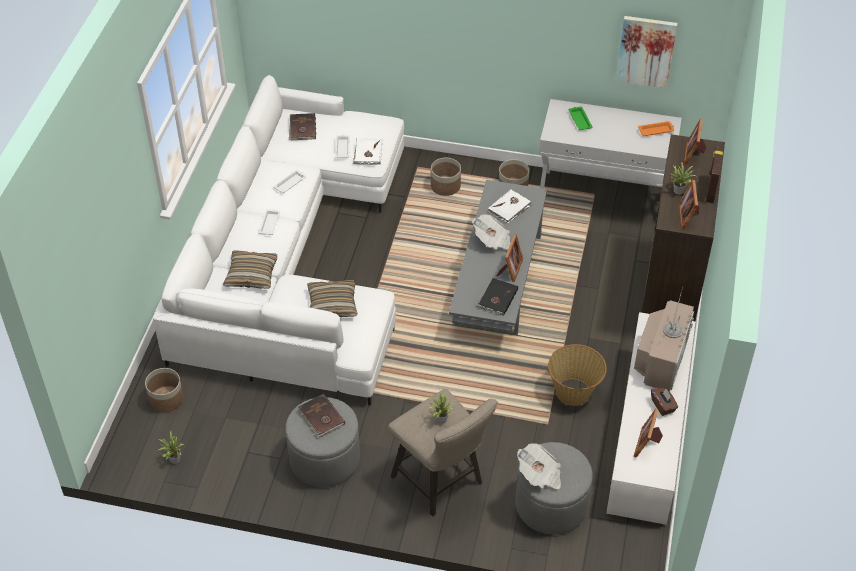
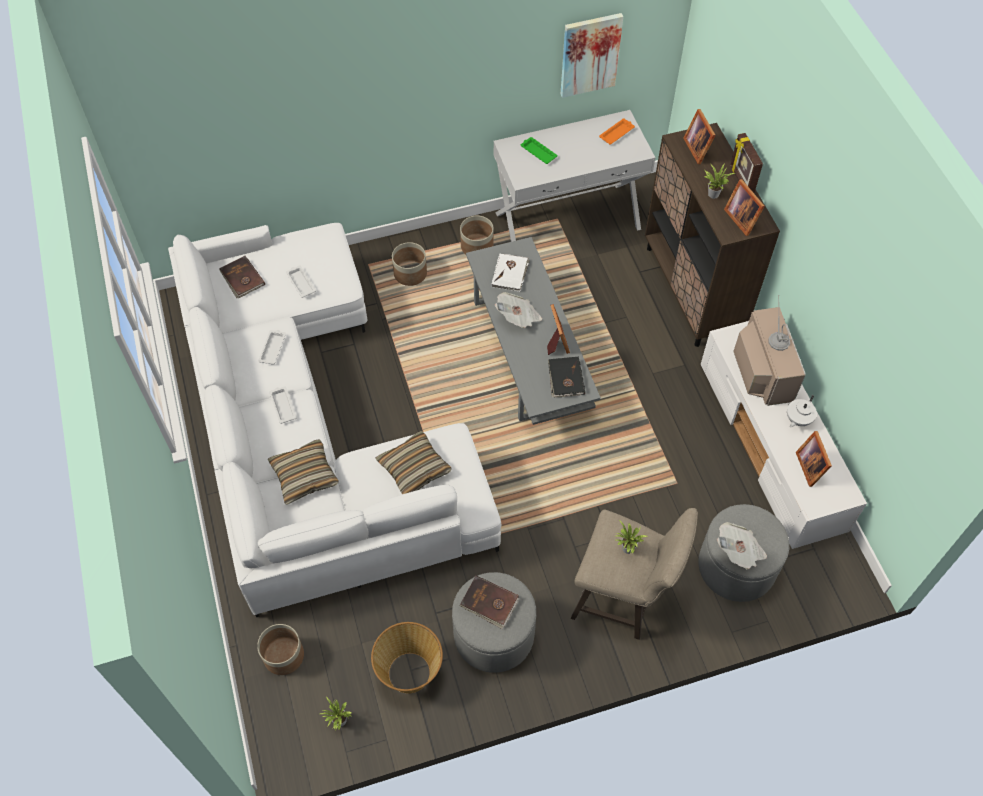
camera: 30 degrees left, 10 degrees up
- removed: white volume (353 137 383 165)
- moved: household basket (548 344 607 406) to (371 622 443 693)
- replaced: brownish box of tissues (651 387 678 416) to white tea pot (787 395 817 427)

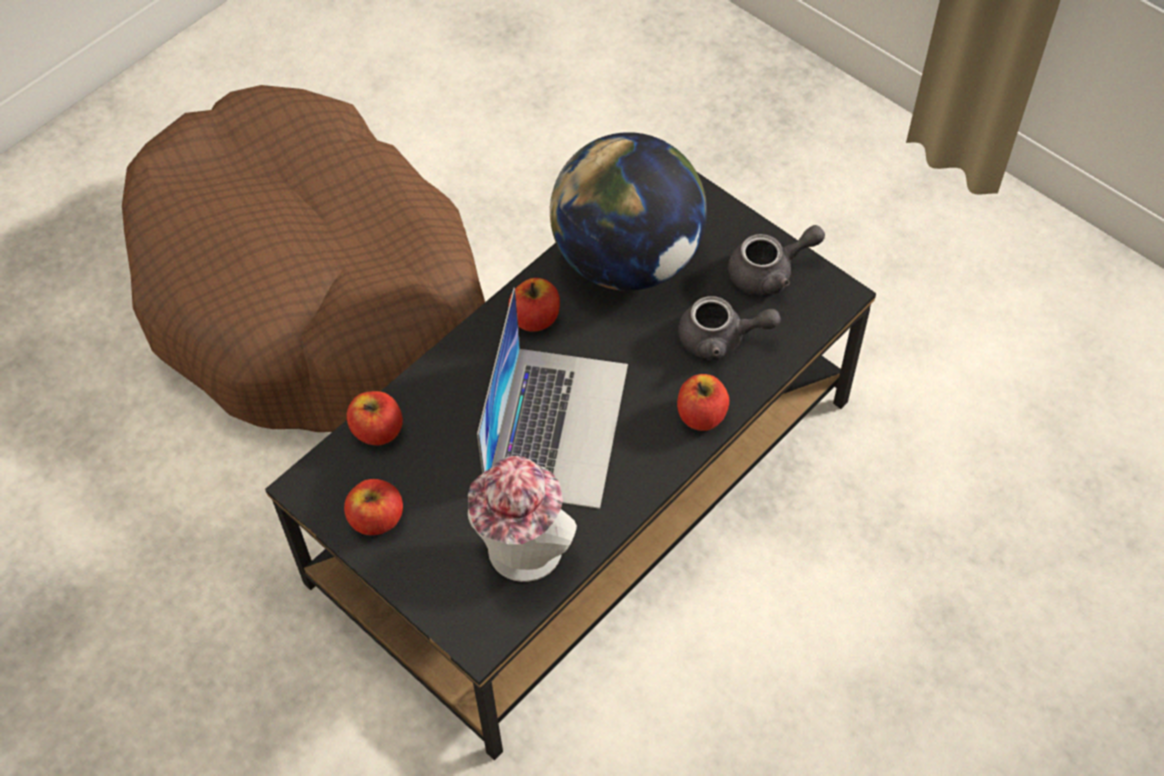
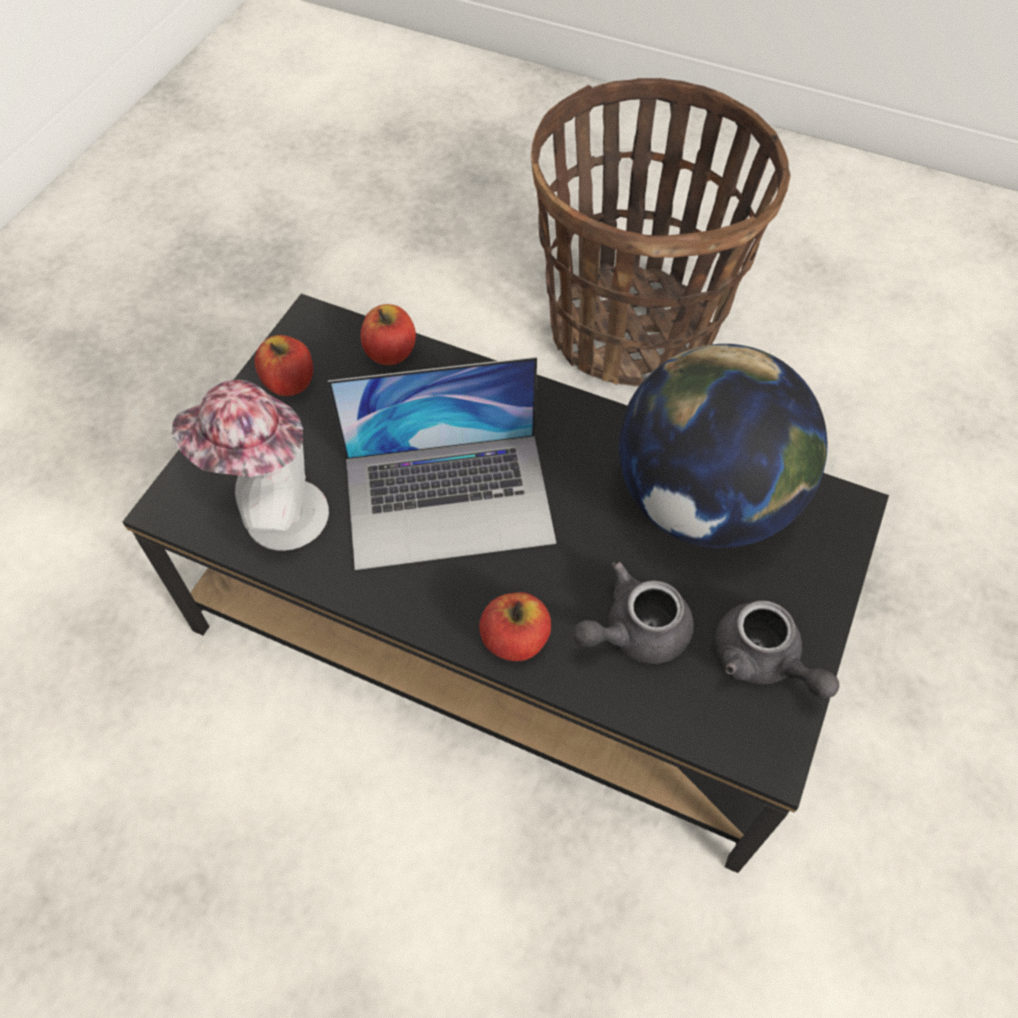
camera: 70 degrees right, 0 degrees up
- removed: apple (508 278 560 331)
- replaced: brownish dog bed (122 85 485 432) to household basket (531 78 791 386)
- turned: gray tea pot (678 296 781 361) = (573 561 694 664) 75 degrees clockwise

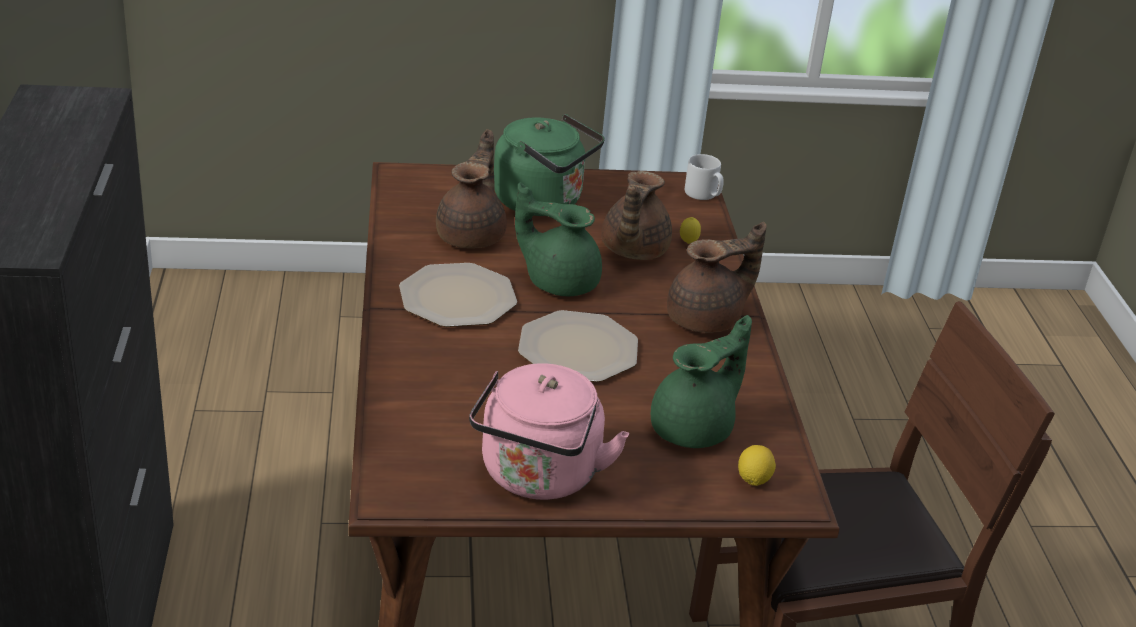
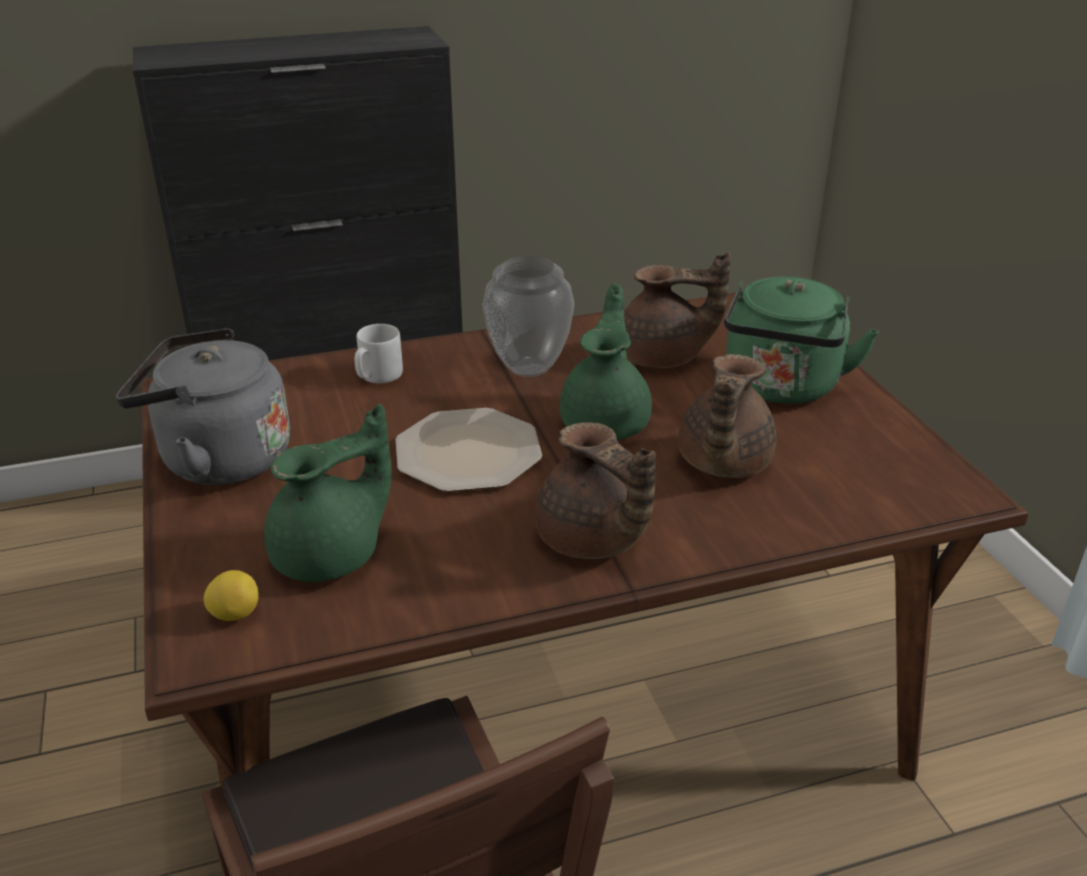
camera: 80 degrees right, 0 degrees up
- removed: whole lemon (680 217 701 244)
- moved: gray coffee mug (685 154 724 200) to (355 324 403 383)
- replaced: dinner plate (399 263 517 327) to vase (482 256 574 377)
- recoloured: pink-coloured water kettle (469 363 629 500) to gray water kettle (116 328 290 485)
- turned: brownish tea pot (601 171 672 260) = (678 354 777 478) 75 degrees counterclockwise
- turned: greenish tea pot (651 315 752 448) = (264 404 392 582) 75 degrees counterclockwise

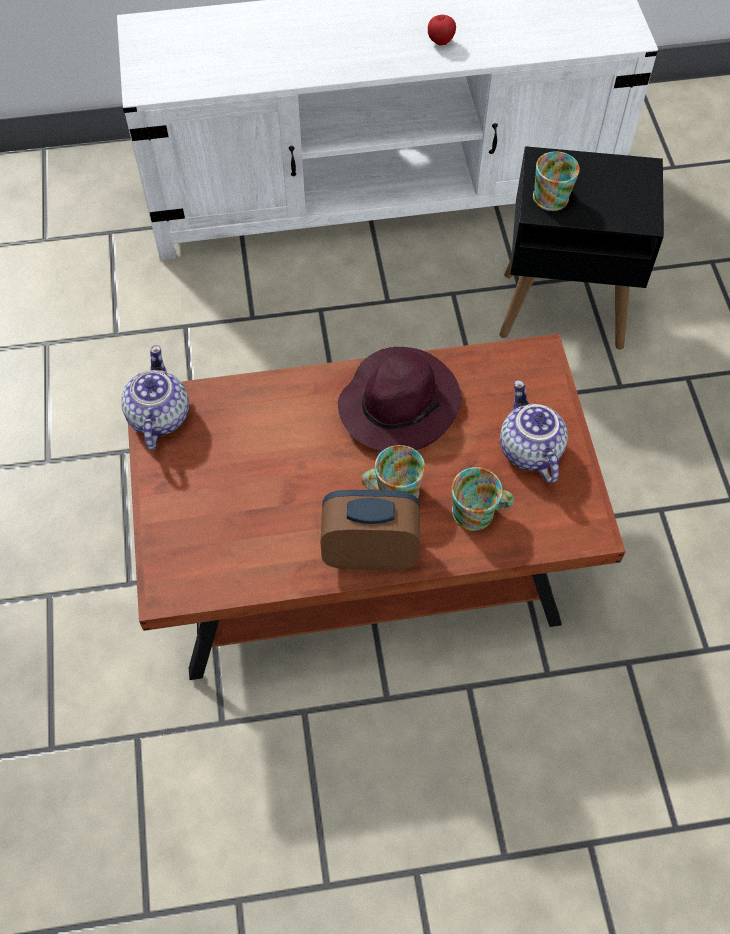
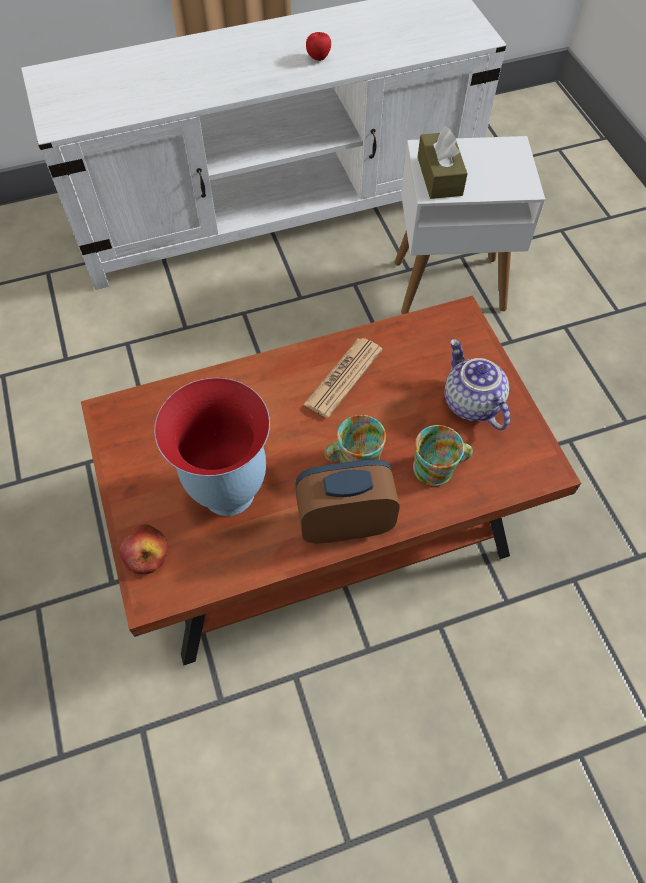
camera: 10 degrees left, 0 degrees up
- removed: tea pot (121 345 189 450)
- added: apple (120 524 168 574)
- added: vase (154 378 270 516)
- replaced: purple wearable hat (338 347 462 452) to daily paper (303 338 382 418)
- replaced: coffee mug (533 151 580 211) to brownish box of tissues (418 126 468 199)
- recoloured: blackish side table (500 146 664 350) to white side table (394 136 545 314)

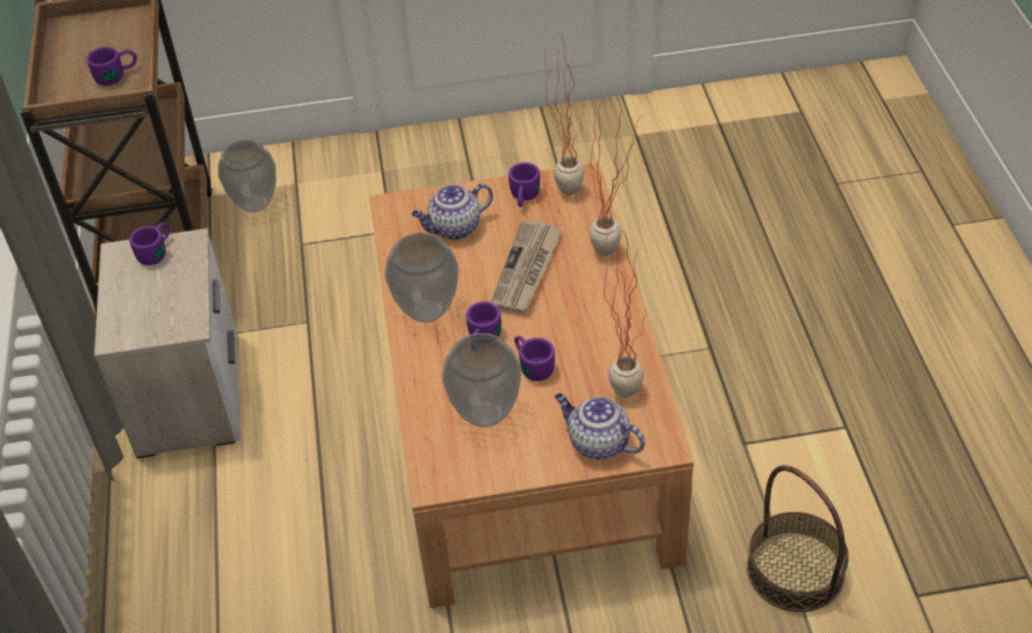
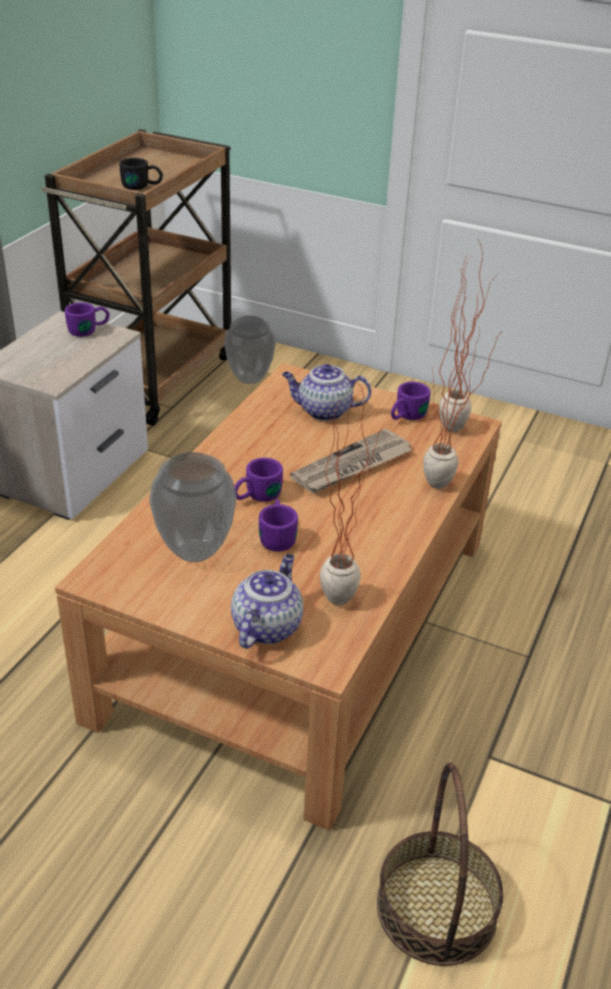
camera: 30 degrees right, 10 degrees down
- removed: vase (385 233 459 323)
- recoloured: purple coffee mug (86 47 137 86) to blackish coffee mug (119 158 163 190)
- turned: tea pot (555 393 645 460) = (231 554 303 649) 45 degrees clockwise

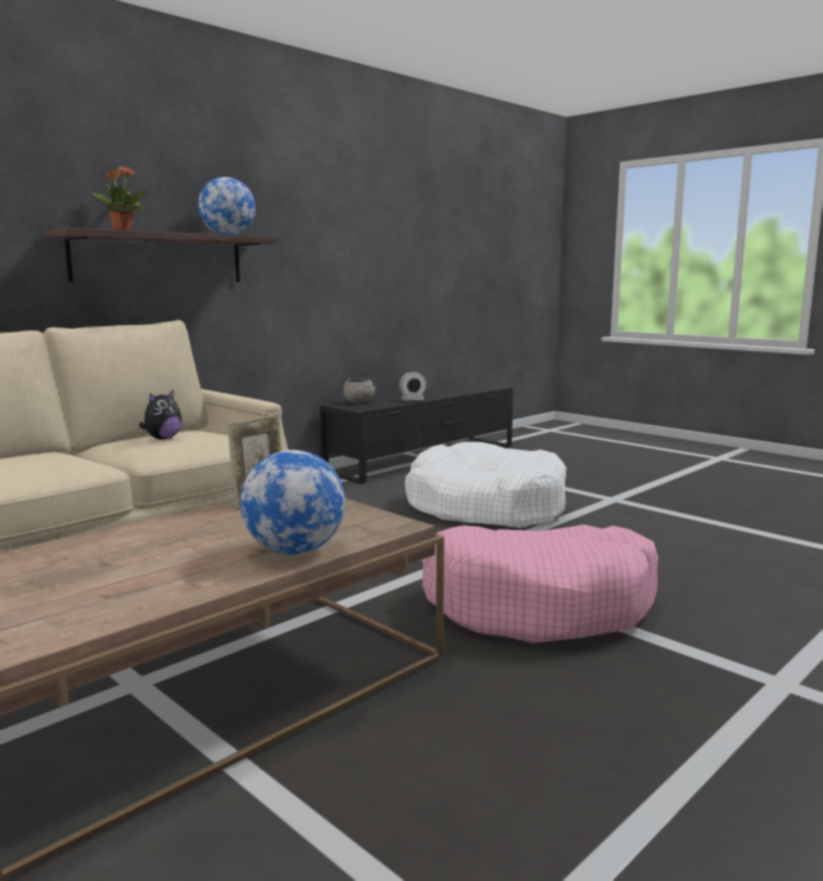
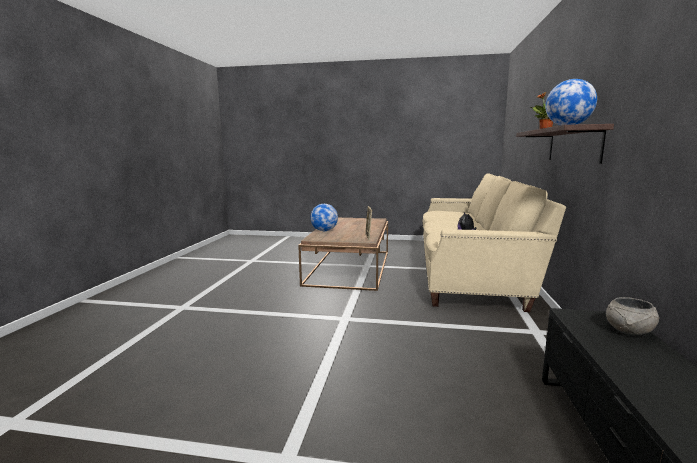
camera: 145 degrees right, 0 degrees up
- removed: bedside clock (399 371 426 401)
- removed: white dog bed (405 442 566 528)
- removed: pink-coloured dog bed (422 525 658 643)

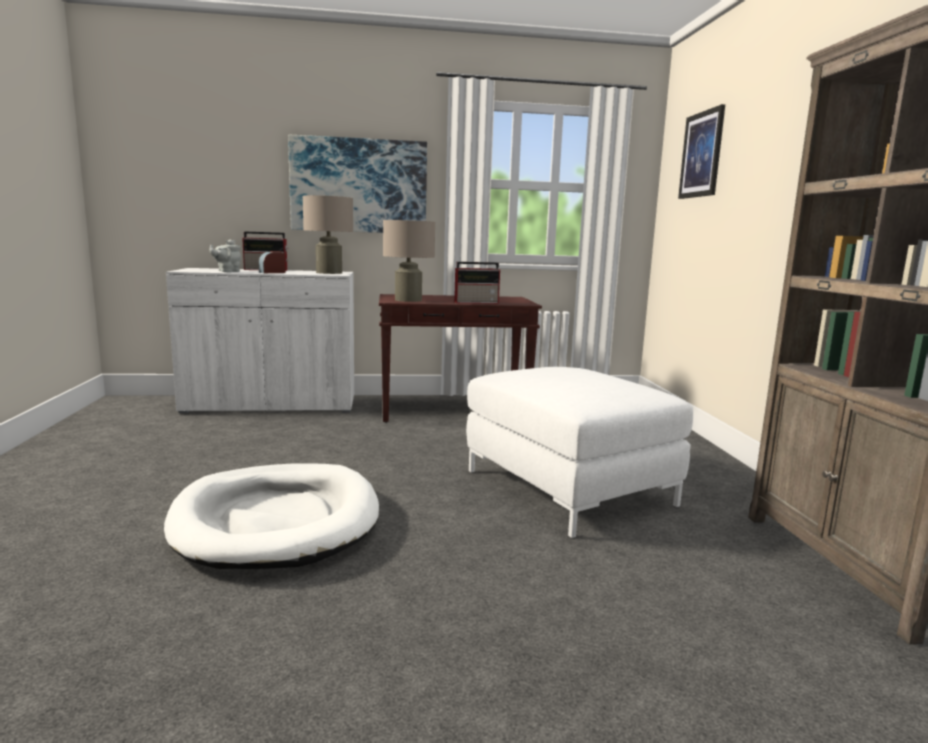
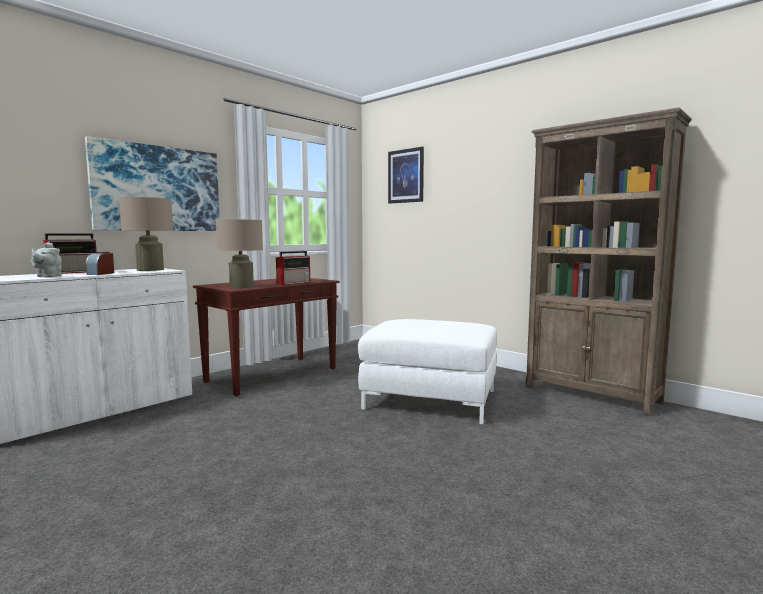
camera: 40 degrees left, 5 degrees down
- removed: white dog bed (164 463 379 569)

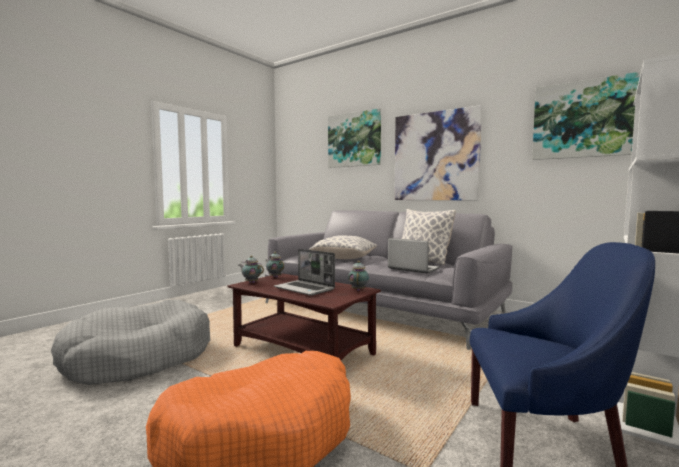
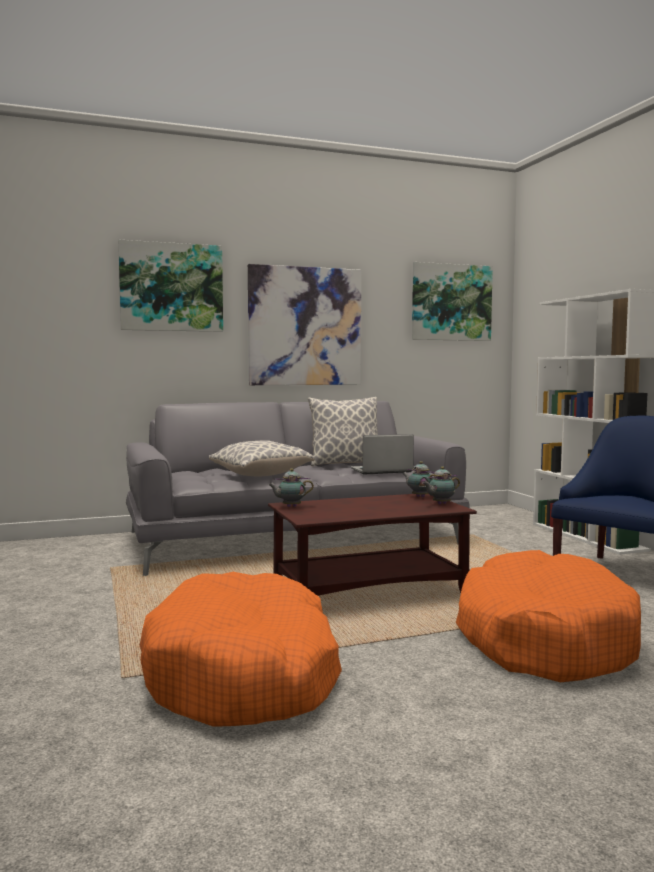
camera: 55 degrees left, 0 degrees up
- removed: notebook computer (274 249 335 296)
- moved: tea pot (239 256 264 283) to (422 466 460 504)
- recoloured: gray dog bed (51 300 210 385) to orange dog bed (140 572 342 727)

